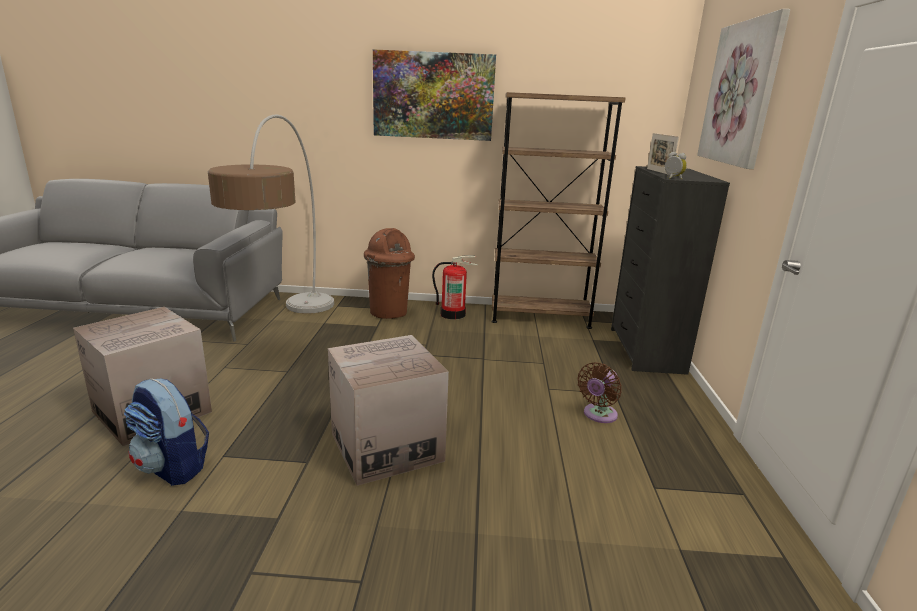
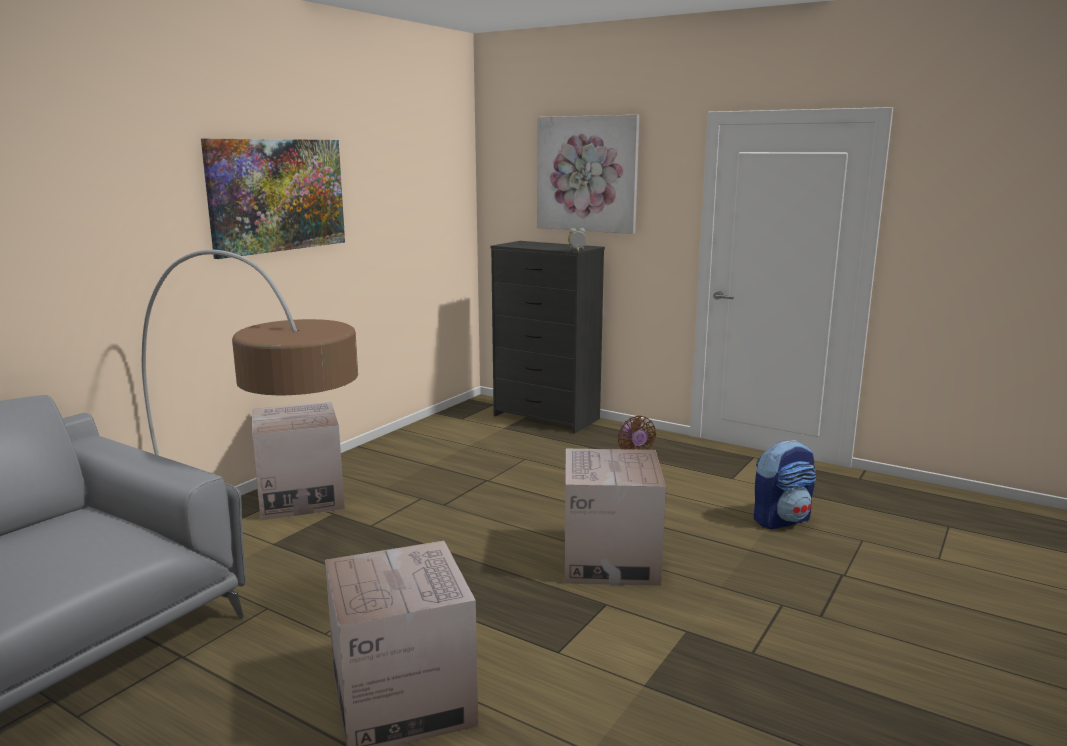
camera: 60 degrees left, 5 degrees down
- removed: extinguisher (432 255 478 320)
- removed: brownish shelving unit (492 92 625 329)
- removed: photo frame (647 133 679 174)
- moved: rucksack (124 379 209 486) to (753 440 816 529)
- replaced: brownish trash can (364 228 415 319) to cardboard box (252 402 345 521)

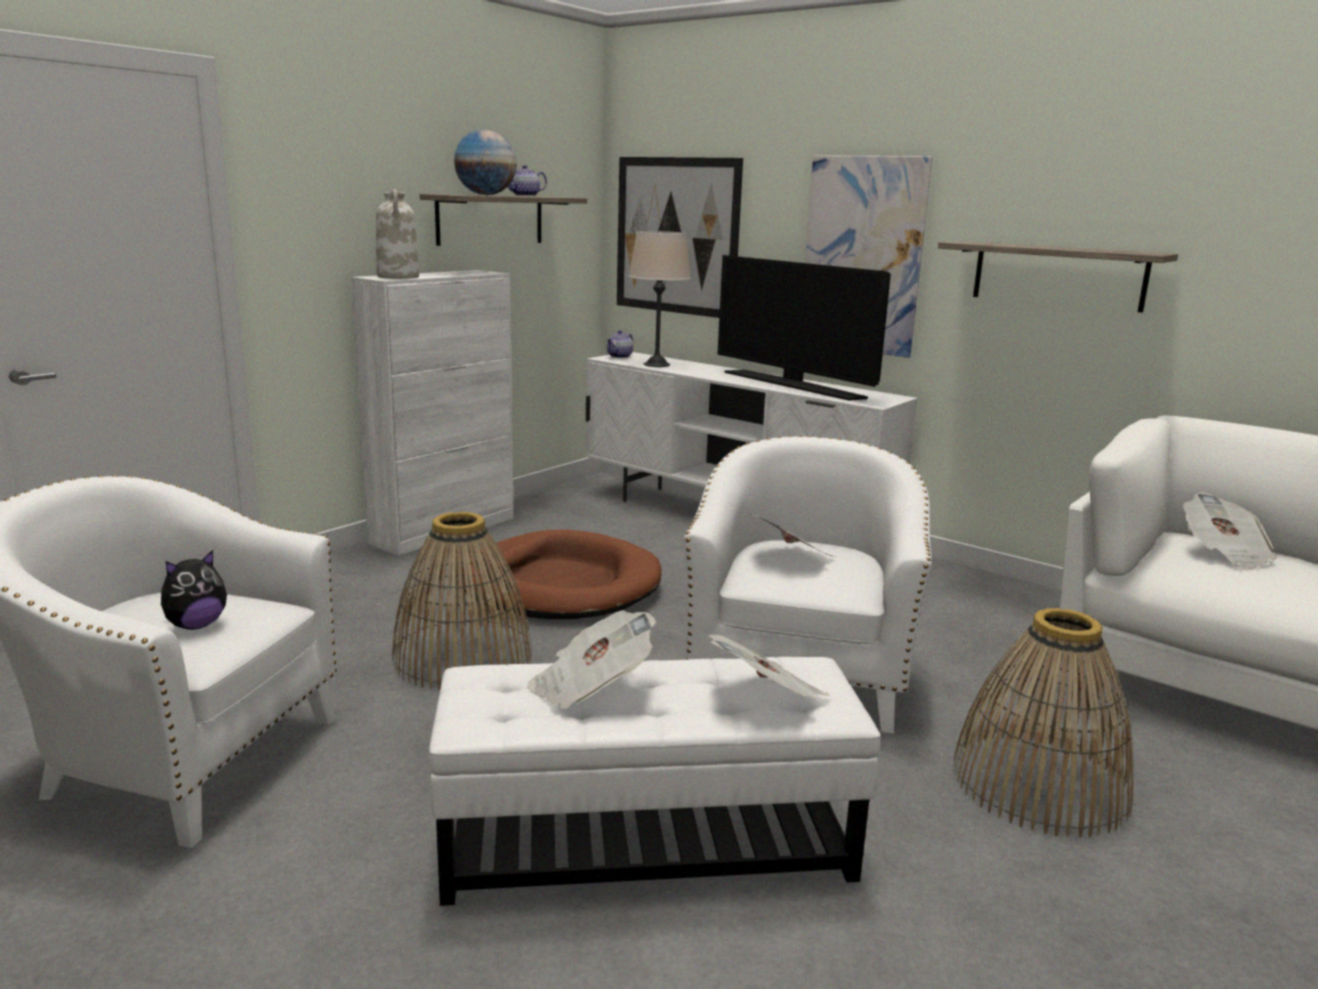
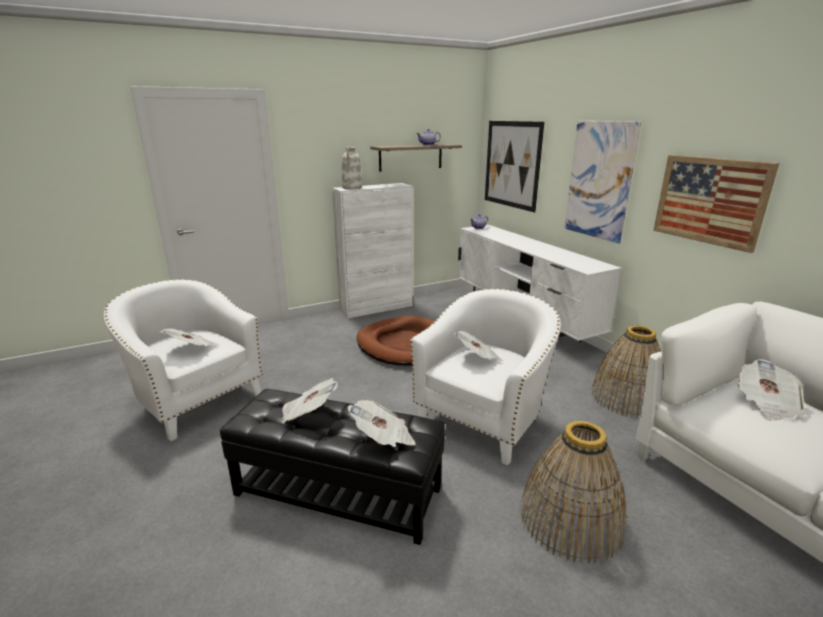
camera: 25 degrees right, 5 degrees up
- removed: world globe (454 130 517 195)
- removed: beige table lamp (629 231 691 367)
- removed: TV (717 255 891 401)
- moved: household basket (392 512 532 690) to (591 325 661 418)
- replaced: soft toy (161 550 227 630) to daily paper (160 329 217 346)
- replaced: shelf (938 241 1178 313) to wall picture (653 155 779 253)
- recoloured: white footrest (429 657 881 906) to blackish footrest (220 389 445 545)

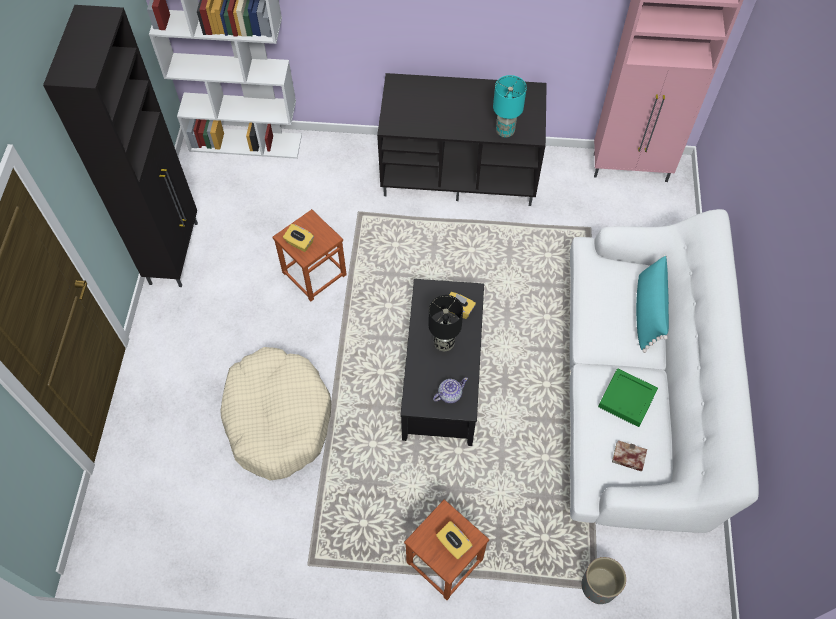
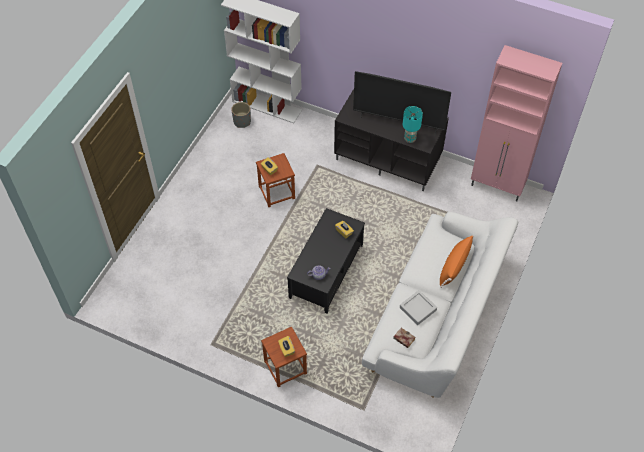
camera: 20 degrees right, 5 degrees down
- removed: blackish cupboard (43 5 198 287)
- removed: beige dog bed (220 347 331 481)
- removed: blackish table lamp (428 295 463 351)
- added: TV (353 71 451 135)
- moved: gray flower pot (582 557 626 604) to (231 102 251 128)
- recoloured: greenish tray (598 369 658 427) to gray tray (400 290 437 325)
- recoloured: turquoise-coloured throw pillow (636 255 669 353) to orange throw pillow (440 235 474 288)

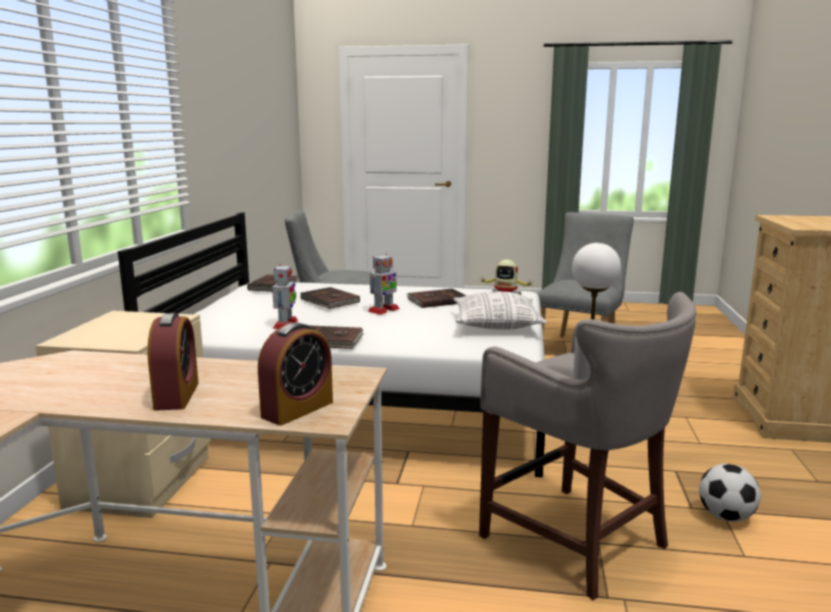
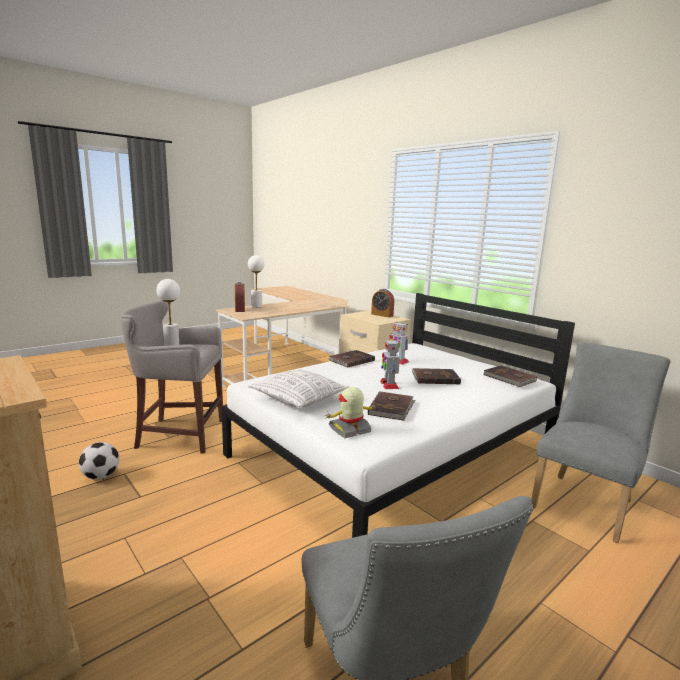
camera: 130 degrees right, 0 degrees up
- added: white table lamp (248 255 265 308)
- moved: bedside clock (148 313 199 411) to (371 289 394 317)

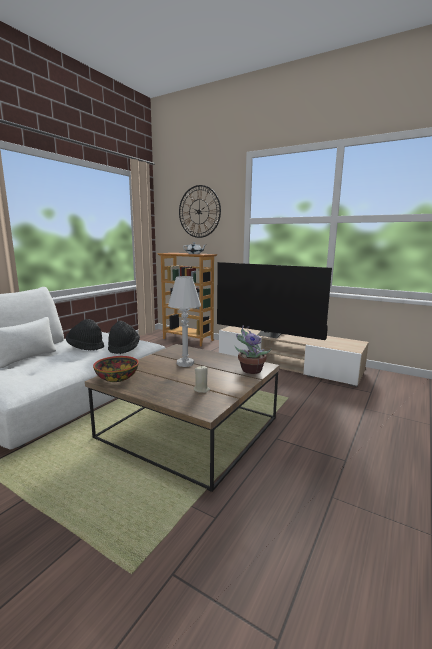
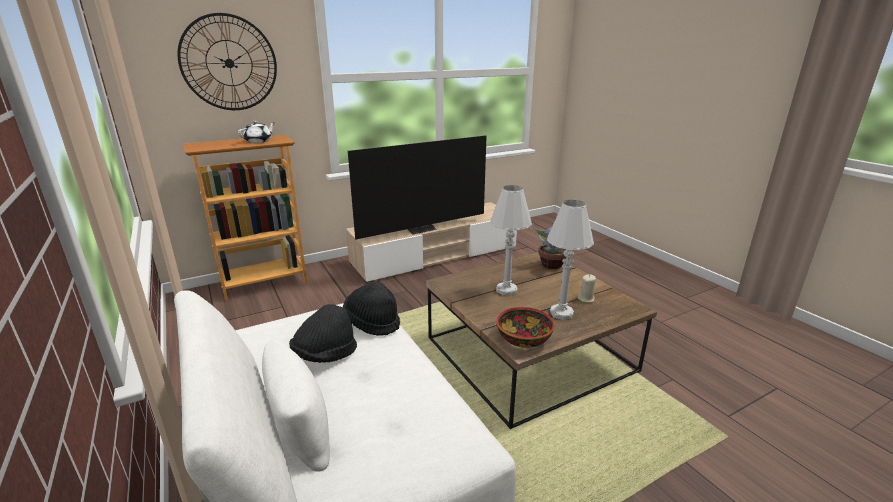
camera: 60 degrees left, 10 degrees up
- added: white table lamp (547 200 594 320)

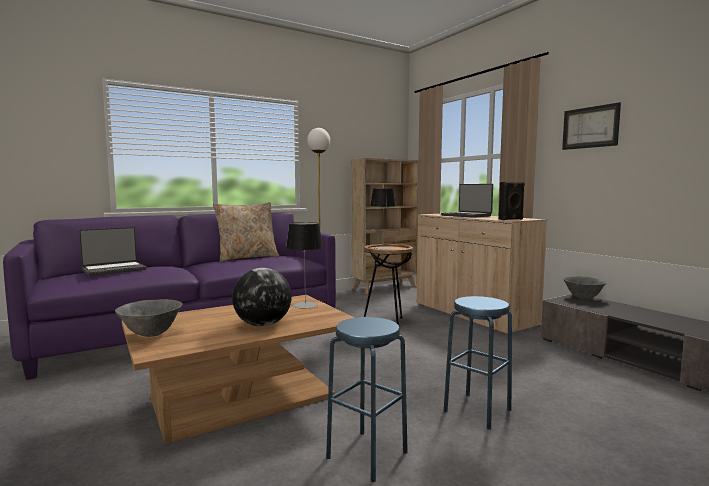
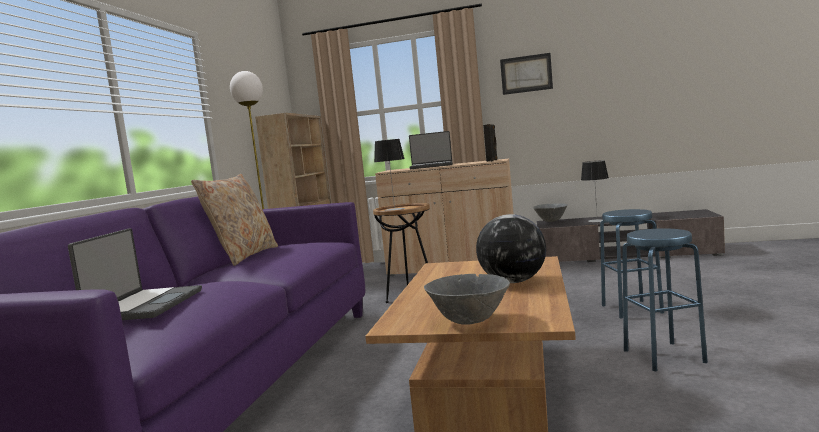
camera: 45 degrees left, 0 degrees up
- moved: table lamp (286 222 323 308) to (581 160 609 222)

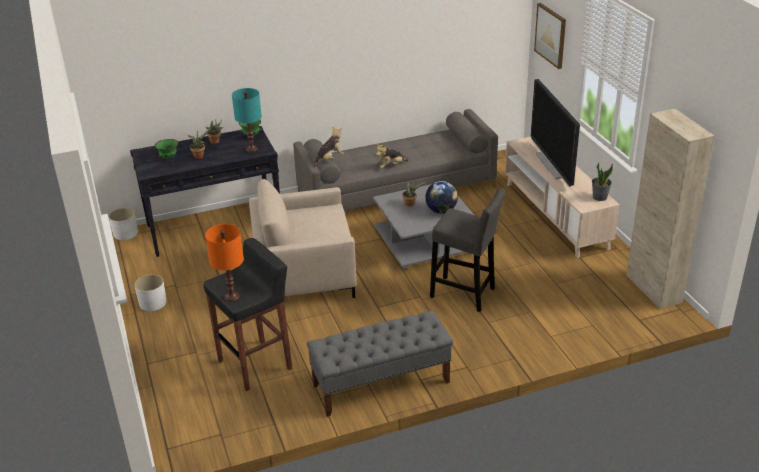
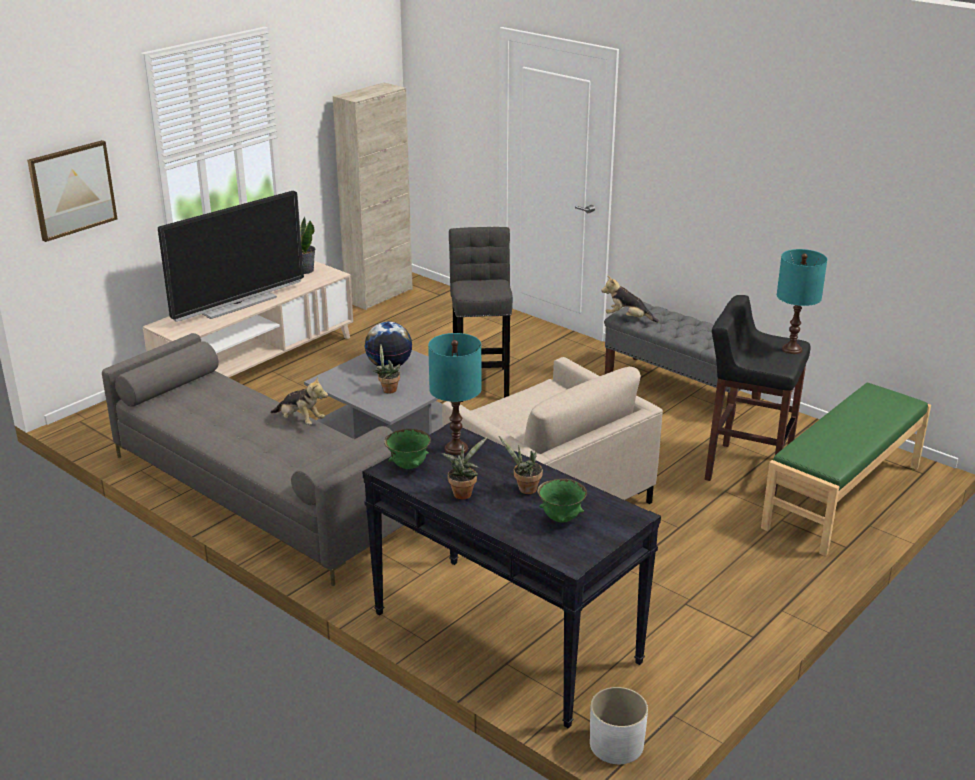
camera: 120 degrees left, 5 degrees down
- removed: white flower pot (134 274 167 311)
- added: greenish bench (761 383 931 556)
- moved: soft toy (314 127 344 167) to (601 276 659 323)
- recoloured: orange table lamp (205 224 244 302) to turquoise-coloured table lamp (777 249 827 354)

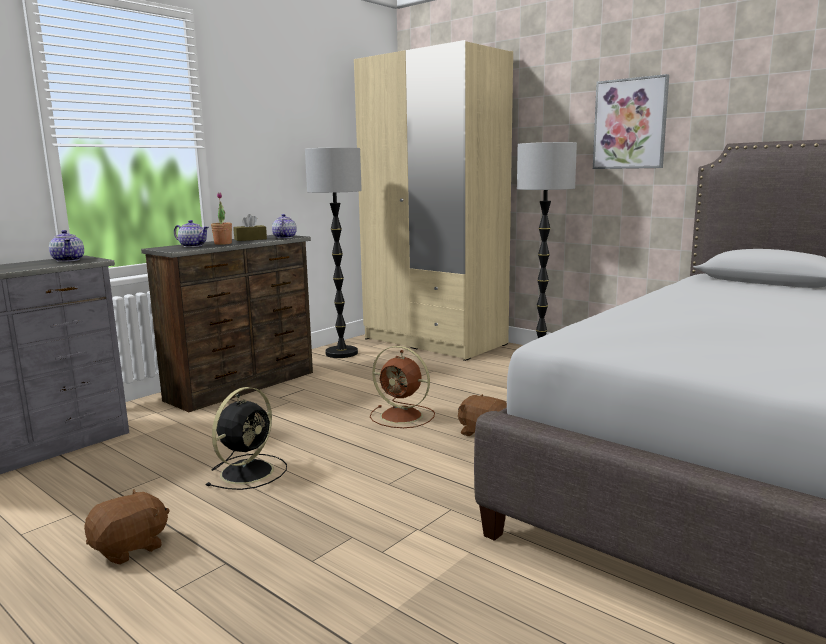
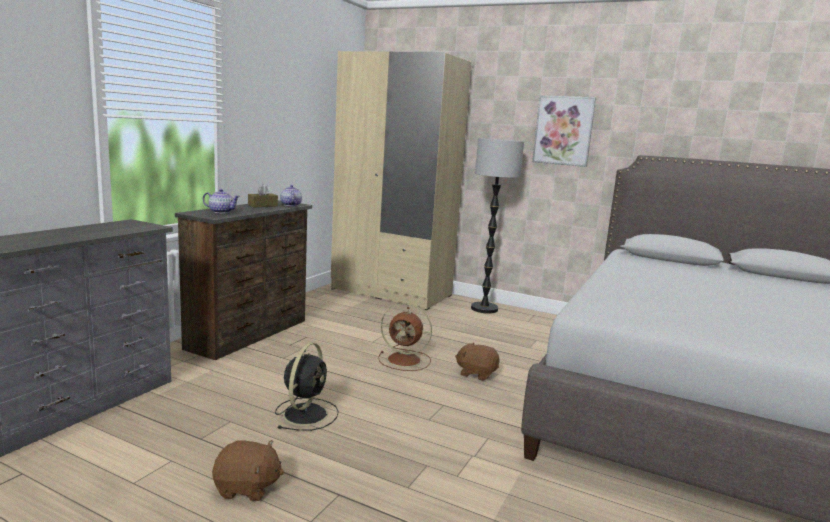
camera: 15 degrees left, 0 degrees up
- removed: tea pot (49 230 84 262)
- removed: houseplant (211 192 232 245)
- removed: floor lamp (305 147 362 358)
- turned: brownish soft toy (84 489 170 565) = (212 440 284 501) 60 degrees clockwise

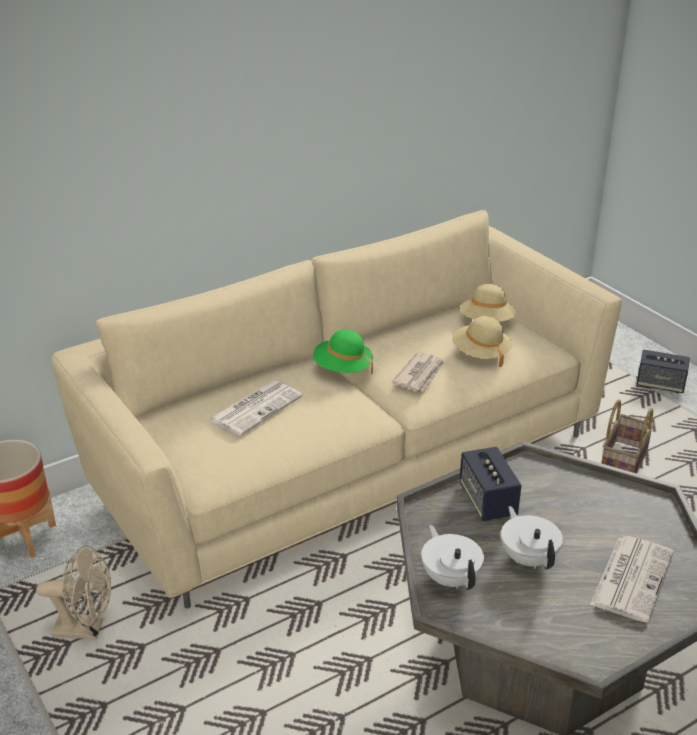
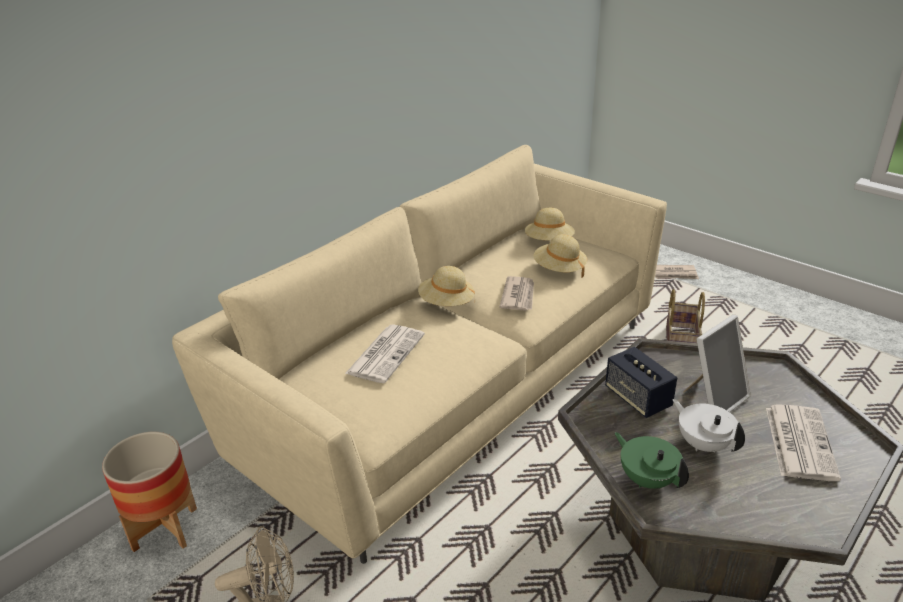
camera: 15 degrees left, 0 degrees up
- added: photo frame (683 315 751 412)
- replaced: loudspeaker (636 349 690 393) to daily paper (655 265 699 279)
- recoloured: greenish wearable hat (313 330 373 374) to beige wearable hat (418 266 475 306)
- recoloured: white tea pot (421 525 484 590) to greenish tea pot (614 432 689 489)

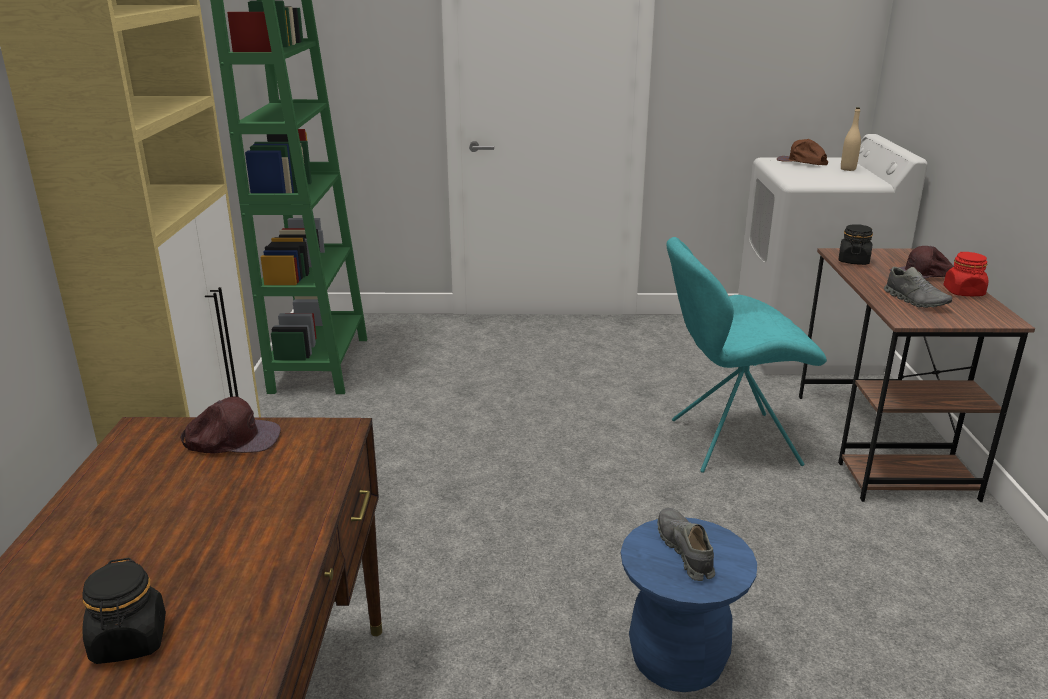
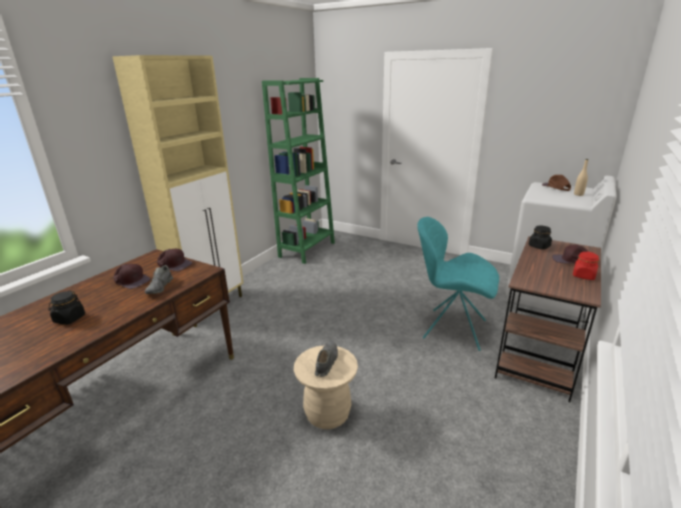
camera: 30 degrees right, 0 degrees up
- added: brownish peaked cap (113 264 151 289)
- moved: gray shoe (884 267 952 308) to (145 265 173 294)
- recoloured: bluish sitting stool (621 518 757 692) to beige sitting stool (294 345 358 429)

